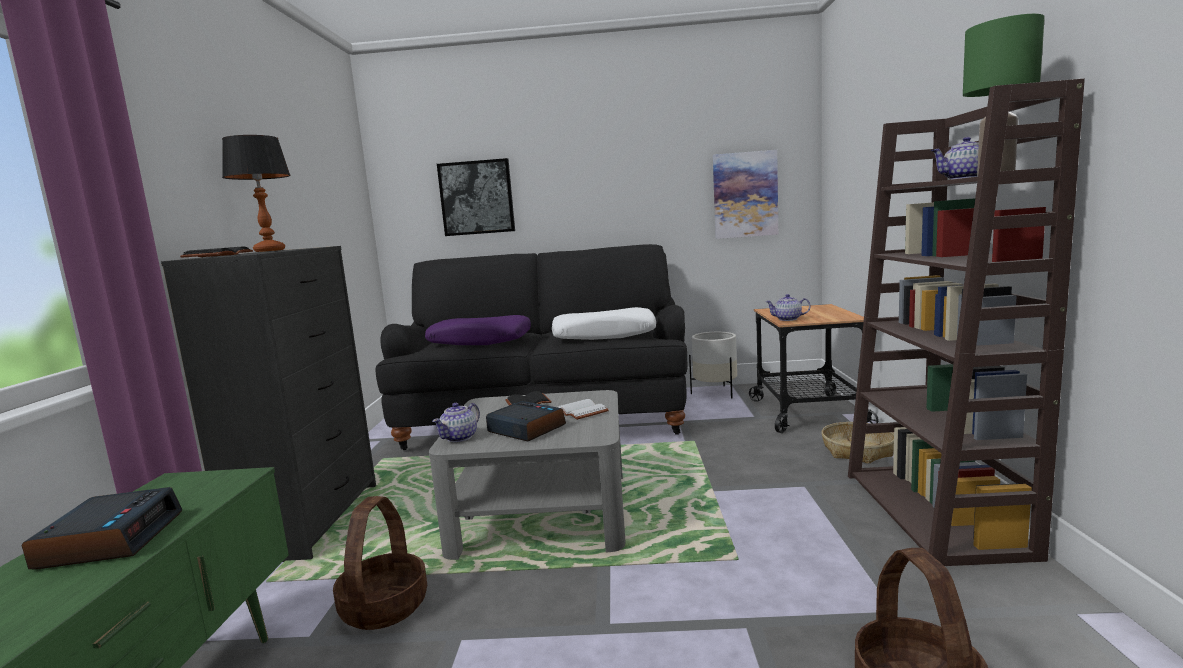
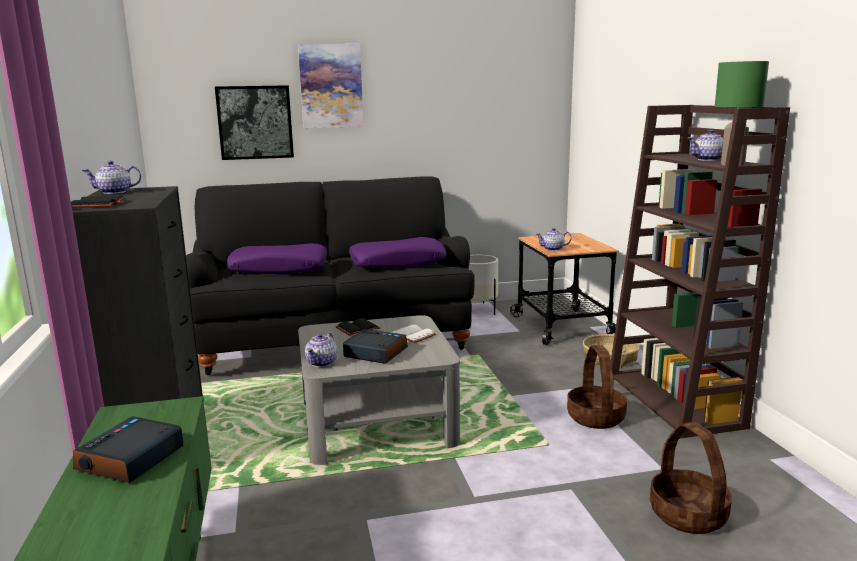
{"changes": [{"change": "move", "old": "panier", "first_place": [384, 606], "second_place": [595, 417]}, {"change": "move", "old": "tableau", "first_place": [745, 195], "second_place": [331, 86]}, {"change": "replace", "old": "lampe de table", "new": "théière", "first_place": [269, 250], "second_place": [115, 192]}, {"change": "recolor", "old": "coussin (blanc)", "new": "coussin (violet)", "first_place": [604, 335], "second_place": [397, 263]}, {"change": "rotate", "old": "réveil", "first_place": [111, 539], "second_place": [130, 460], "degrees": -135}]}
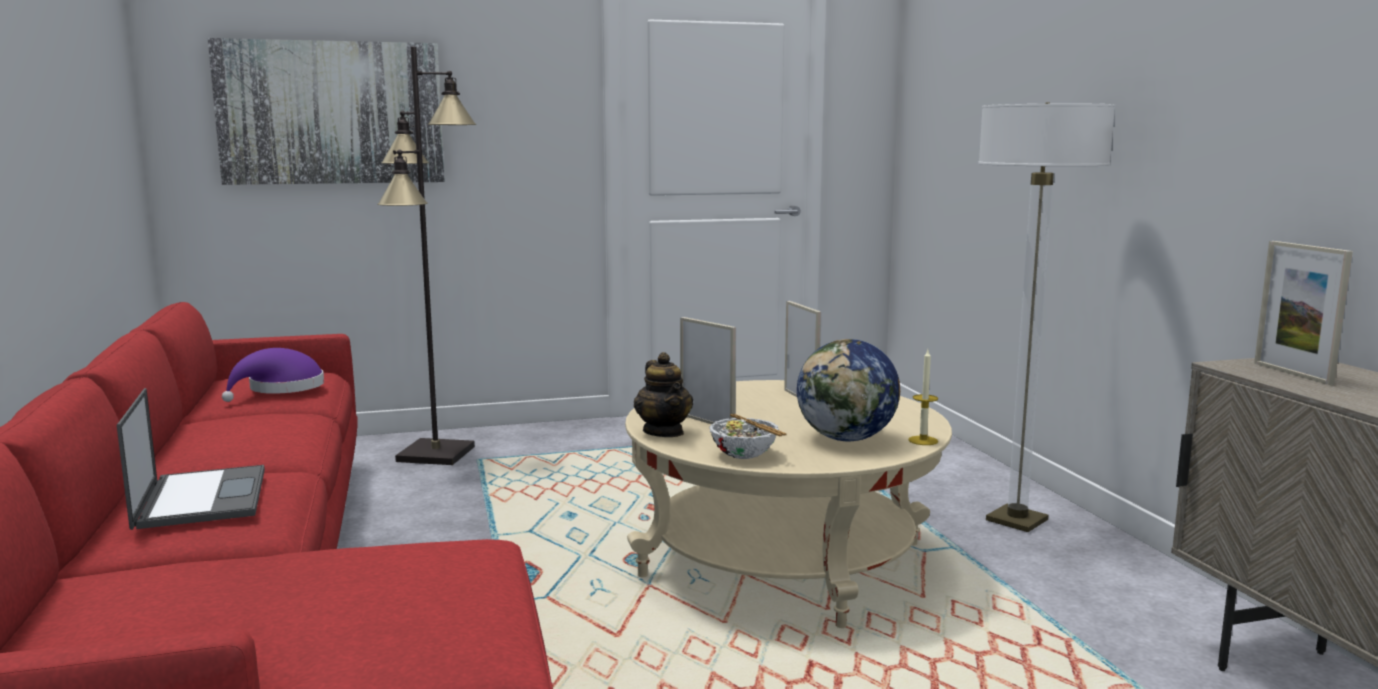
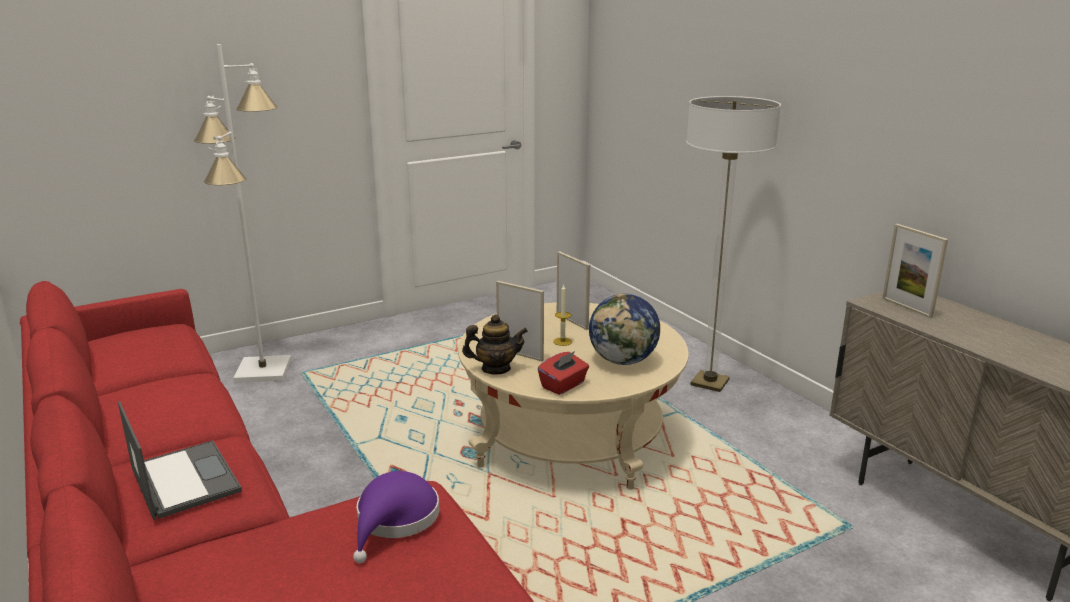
{"changes": [{"change": "delete", "old": "tableau", "first_place": [331, 113]}, {"change": "move", "old": "chapeau (violet)", "first_place": [281, 389], "second_place": [395, 520]}, {"change": "move", "old": "bougie", "first_place": [923, 440], "second_place": [562, 341]}, {"change": "replace", "old": "bol", "new": "boîte à mouchoirs (rouge)", "first_place": [744, 454], "second_place": [563, 385]}, {"change": "recolor", "old": "lampadaire (noir)", "new": "lampadaire (blanc)", "first_place": [436, 454], "second_place": [264, 371]}, {"change": "rotate", "old": "théière", "first_place": [664, 432], "second_place": [495, 369], "degrees": -60}]}
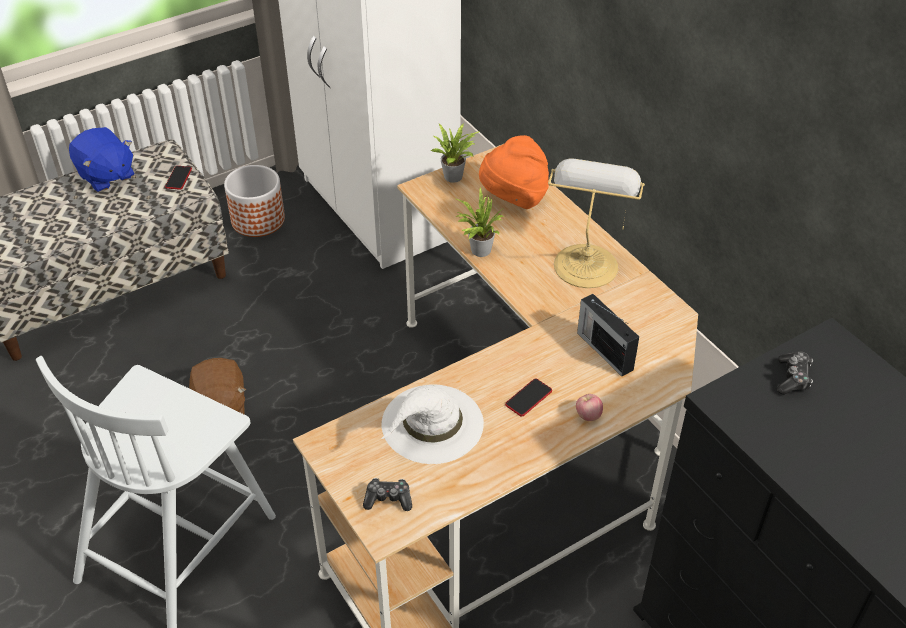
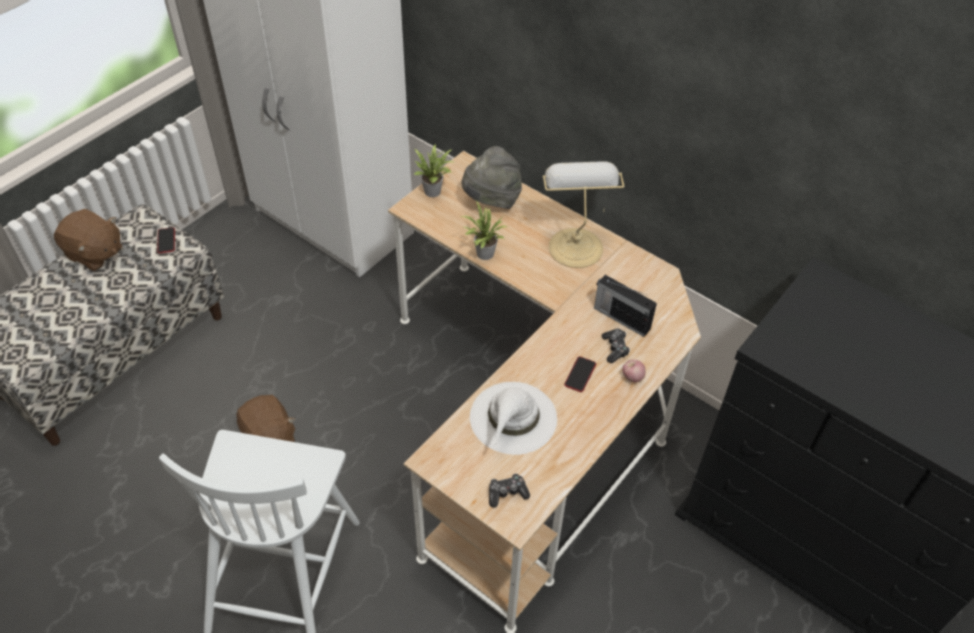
{"changes": [{"change": "delete", "old": "cache-pot", "first_place": [258, 220]}, {"change": "move", "old": "manette", "first_place": [793, 378], "second_place": [615, 348]}, {"change": "recolor", "old": "peluche (bleu)", "new": "peluche (marron)", "first_place": [106, 176], "second_place": [94, 254]}, {"change": "recolor", "old": "chapeau (orange)", "new": "chapeau (gris)", "first_place": [513, 198], "second_place": [491, 200]}]}
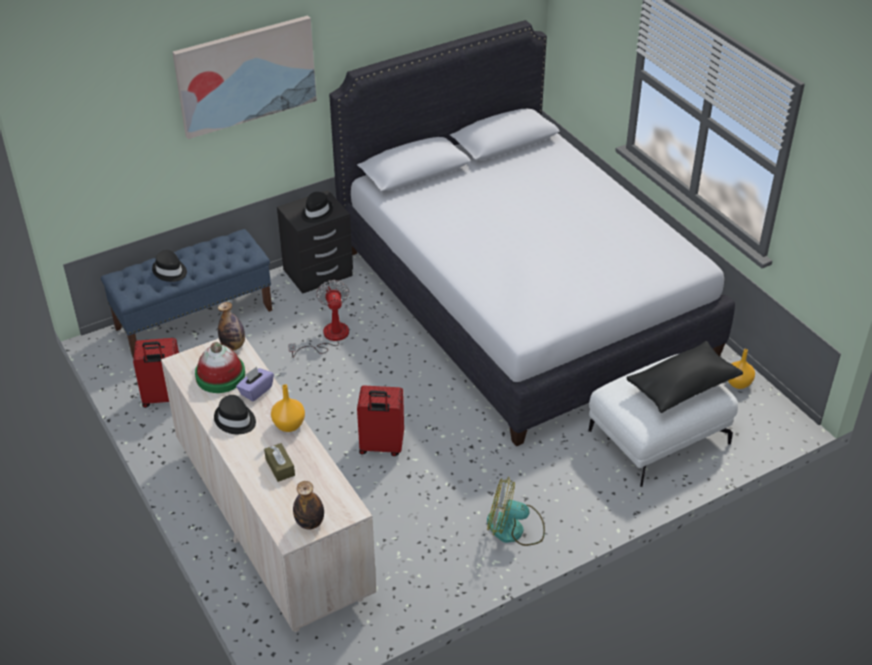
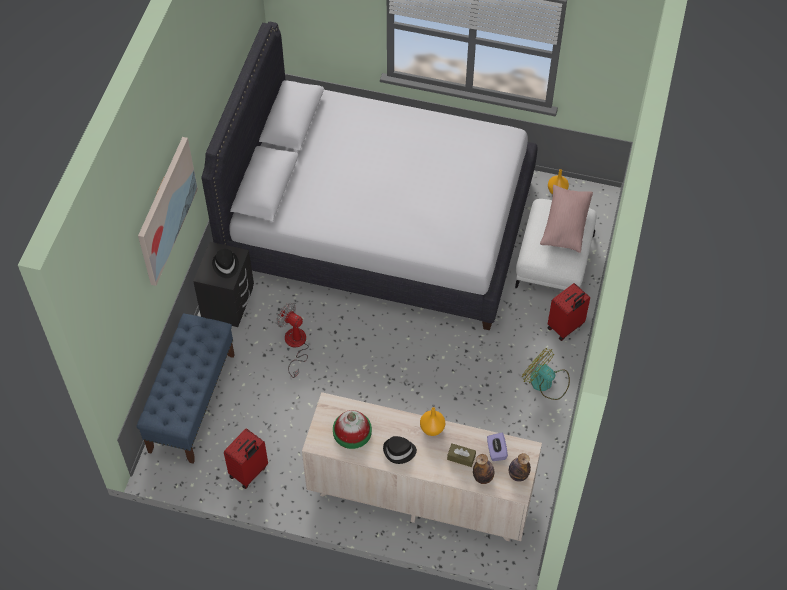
{"changes": [{"change": "delete", "old": "chapeau (noir)", "first_place": [170, 271]}, {"change": "move", "old": "bouteille", "first_place": [233, 346], "second_place": [483, 477]}, {"change": "move", "old": "boîte à mouchoirs (violet)", "first_place": [256, 391], "second_place": [496, 451]}, {"change": "move", "old": "valise (rouge)", "first_place": [381, 447], "second_place": [565, 327]}, {"change": "recolor", "old": "coussin (noir)", "new": "coussin (rose)", "first_place": [682, 387], "second_place": [565, 225]}, {"change": "rotate", "old": "ventilateur", "first_place": [514, 529], "second_place": [546, 382], "degrees": 75}]}
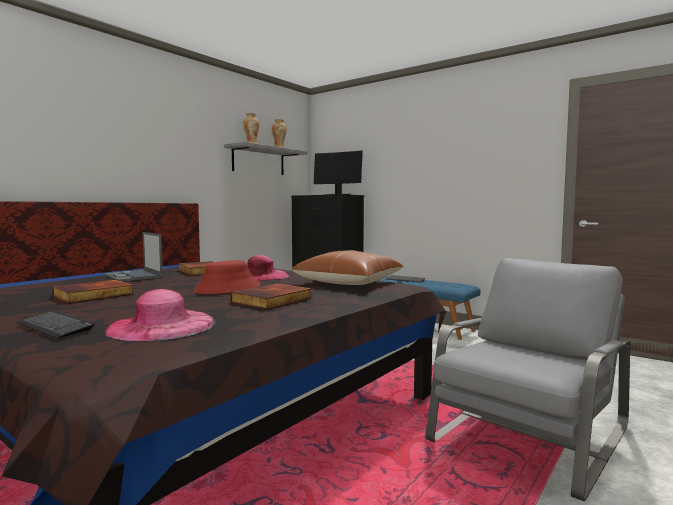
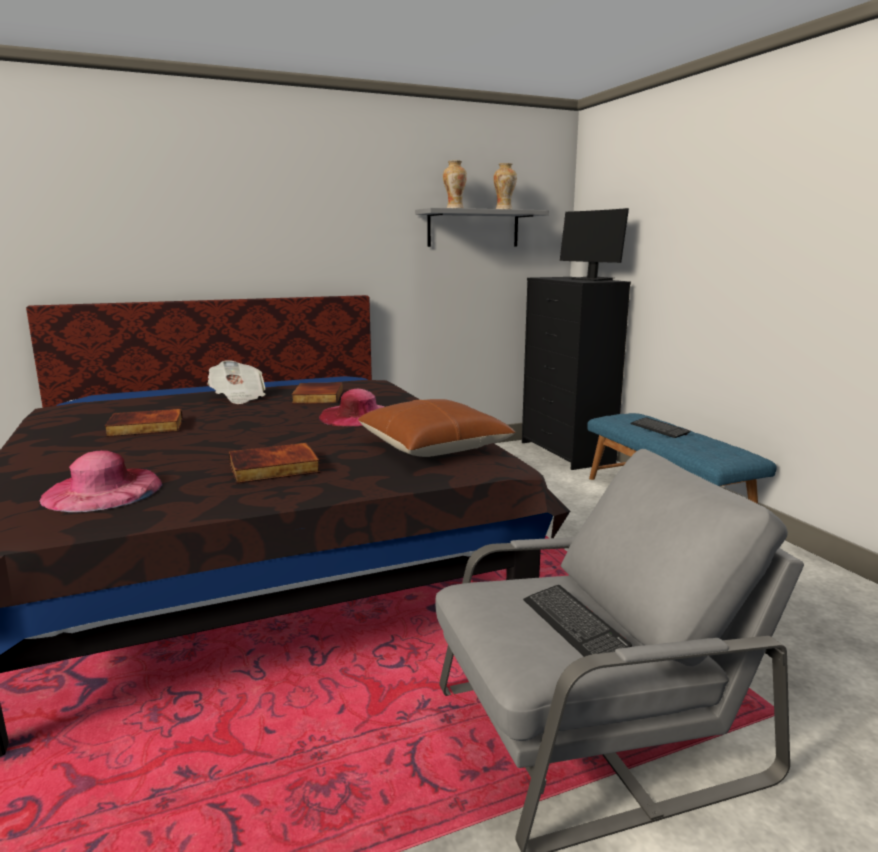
{"changes": [{"change": "delete", "old": "chapeau (rouge)", "first_place": [228, 289]}, {"change": "move", "old": "clavier", "first_place": [55, 326], "second_place": [574, 624]}, {"change": "replace", "old": "ordinateur portable", "new": "journal", "first_place": [133, 276], "second_place": [238, 397]}]}
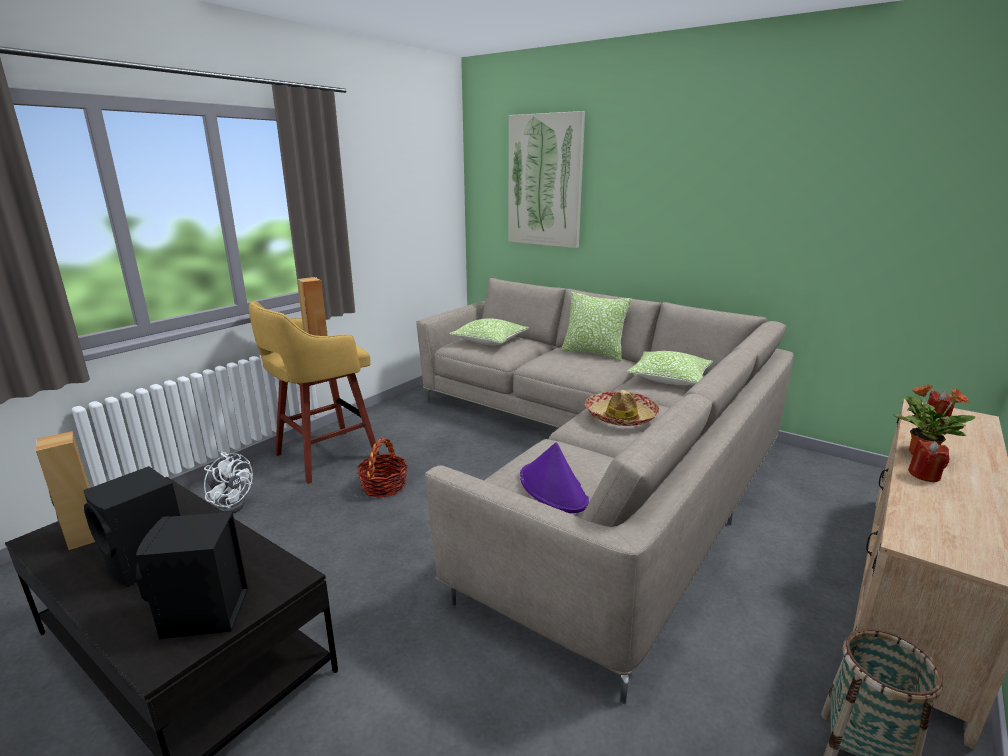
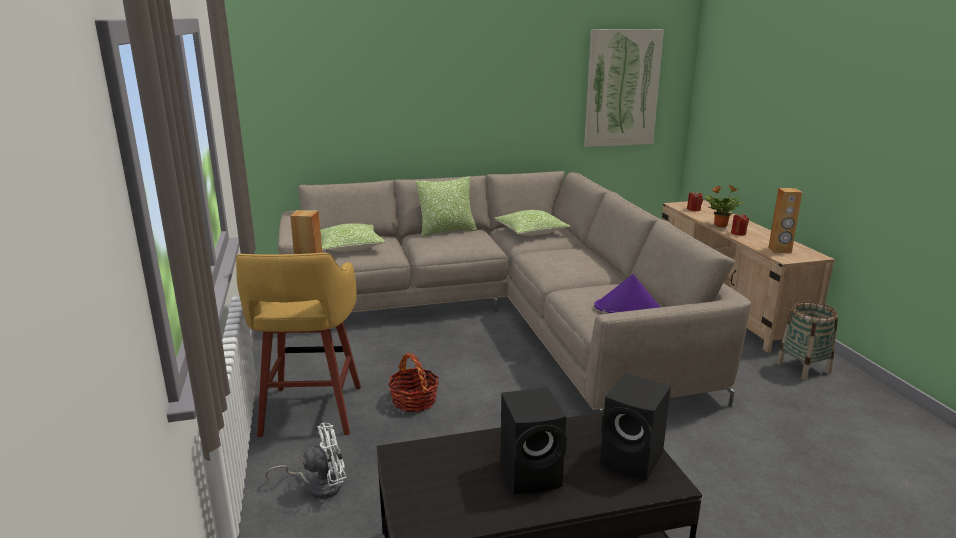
{"changes": [{"change": "delete", "old": "chapeau", "first_place": [621, 417]}, {"change": "move", "old": "enceinte (marron)", "first_place": [84, 537], "second_place": [780, 250]}, {"change": "move", "old": "tableau", "first_place": [545, 181], "second_place": [622, 88]}]}
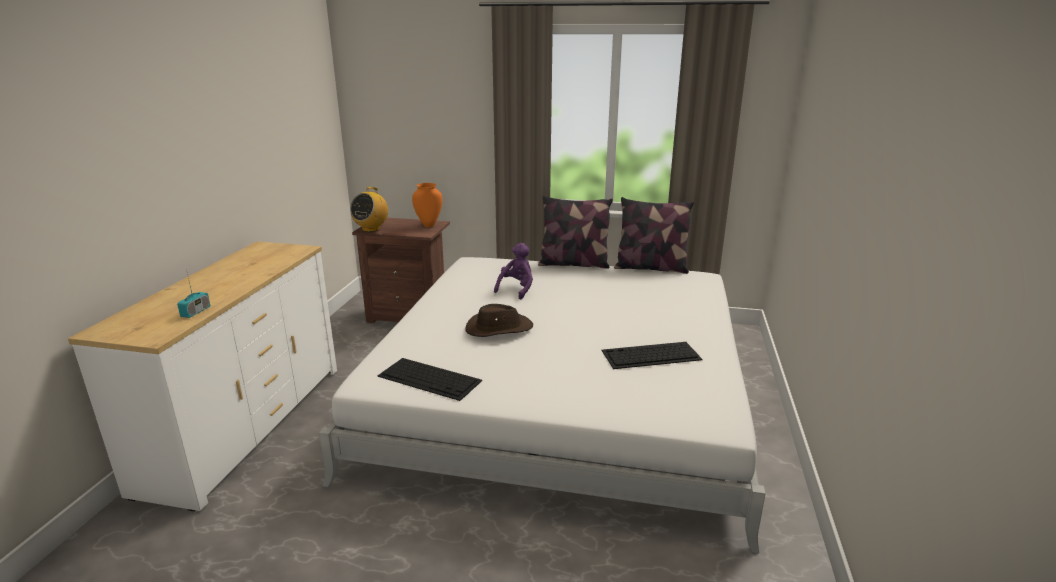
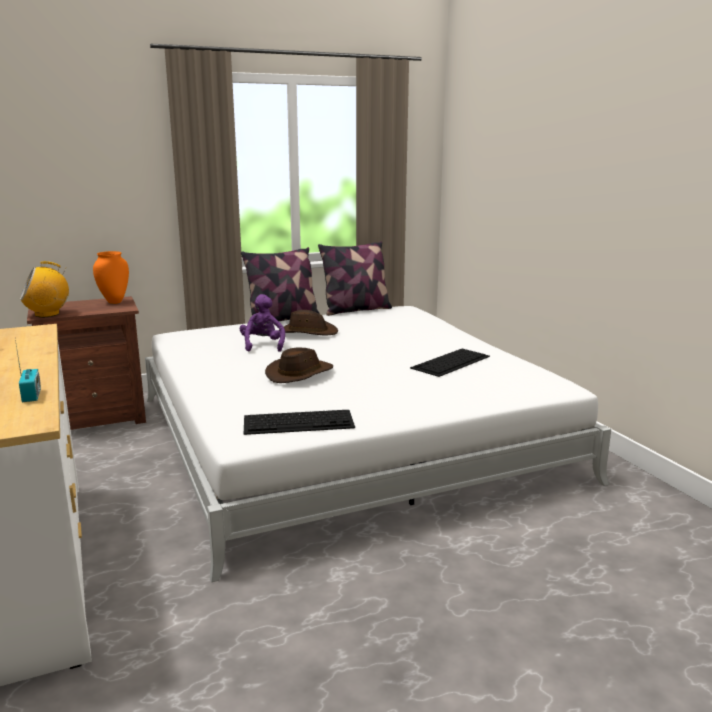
{"changes": [{"change": "insert", "new": "chapeau (marron)", "second_place": [308, 332]}, {"change": "rotate", "old": "radio", "first_place": [371, 229], "second_place": [47, 314], "degrees": 75}]}
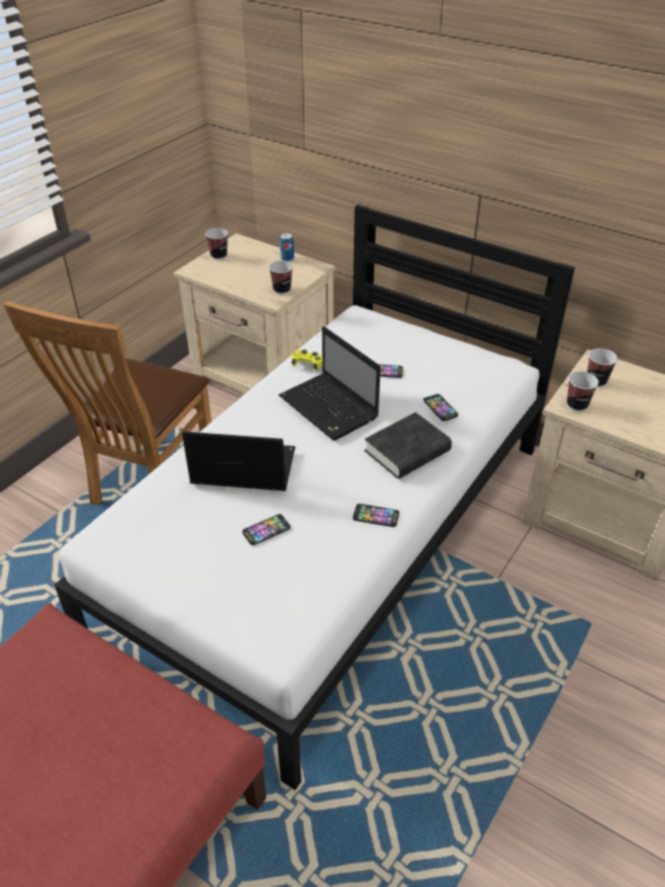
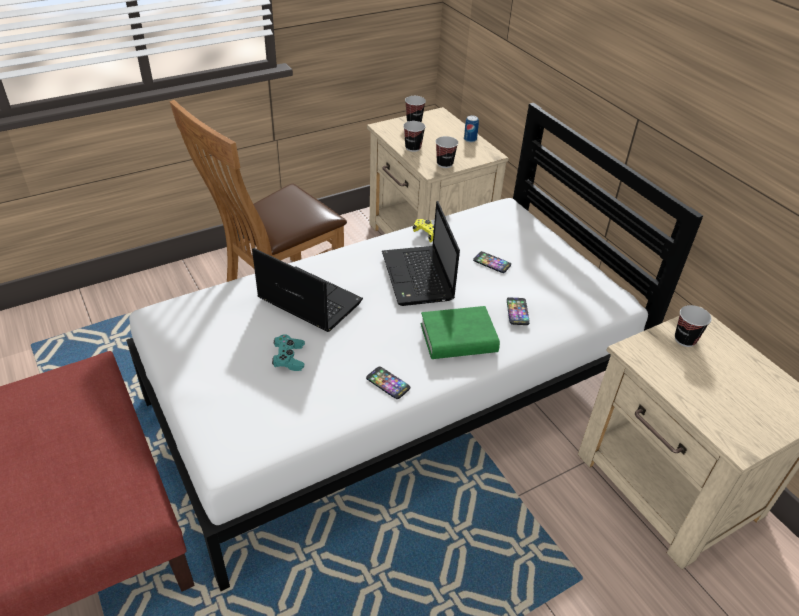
{"changes": [{"change": "move", "old": "tasse", "first_place": [577, 405], "second_place": [413, 148]}, {"change": "replace", "old": "téléphone", "new": "manette (turquoise)", "first_place": [266, 530], "second_place": [289, 358]}, {"change": "recolor", "old": "livre (noir)", "new": "livre (vert)", "first_place": [407, 451], "second_place": [458, 338]}]}
